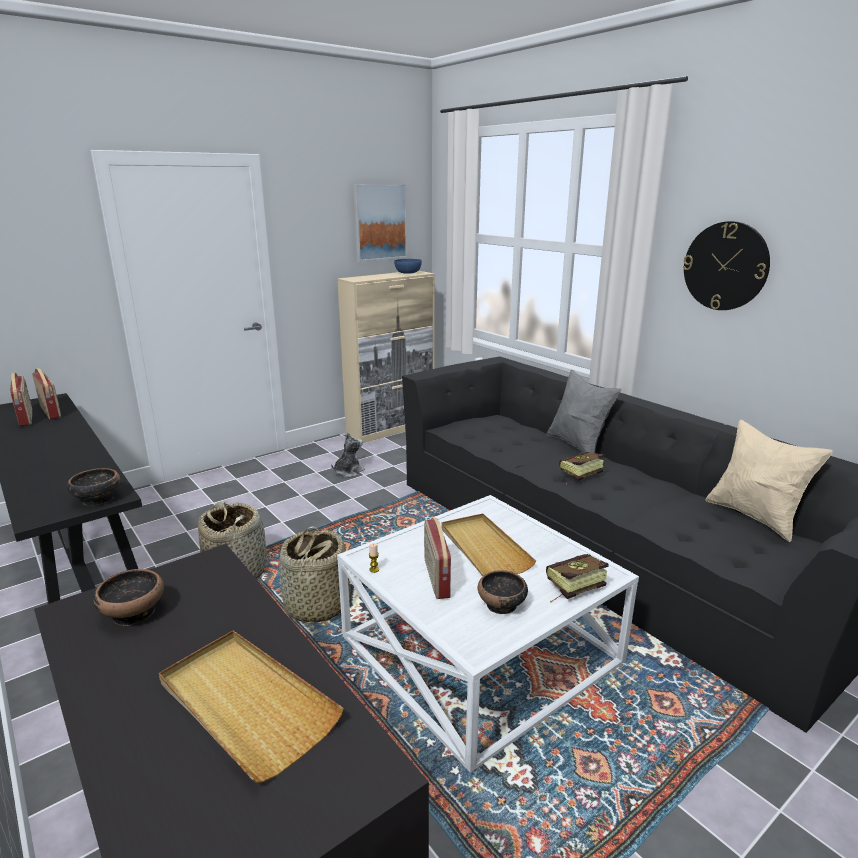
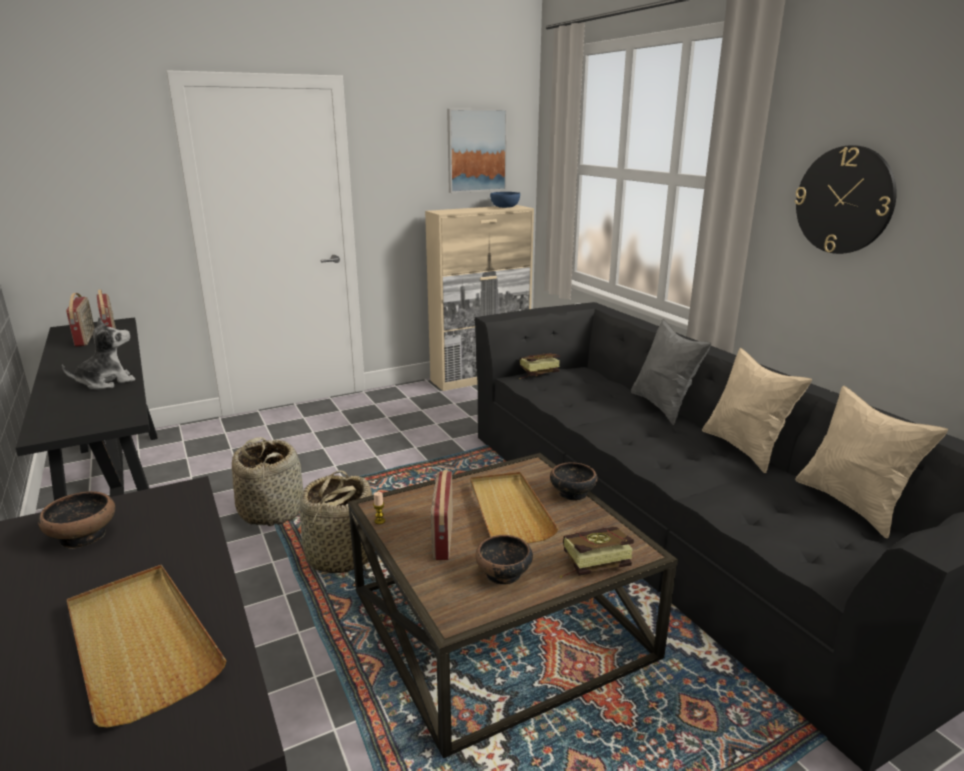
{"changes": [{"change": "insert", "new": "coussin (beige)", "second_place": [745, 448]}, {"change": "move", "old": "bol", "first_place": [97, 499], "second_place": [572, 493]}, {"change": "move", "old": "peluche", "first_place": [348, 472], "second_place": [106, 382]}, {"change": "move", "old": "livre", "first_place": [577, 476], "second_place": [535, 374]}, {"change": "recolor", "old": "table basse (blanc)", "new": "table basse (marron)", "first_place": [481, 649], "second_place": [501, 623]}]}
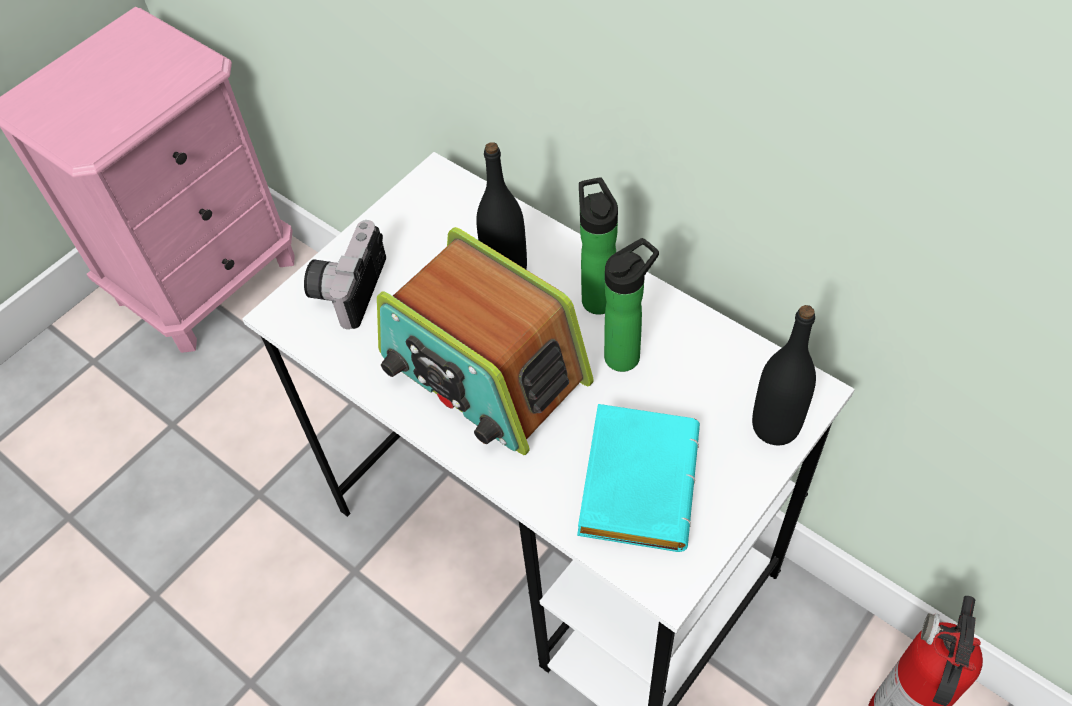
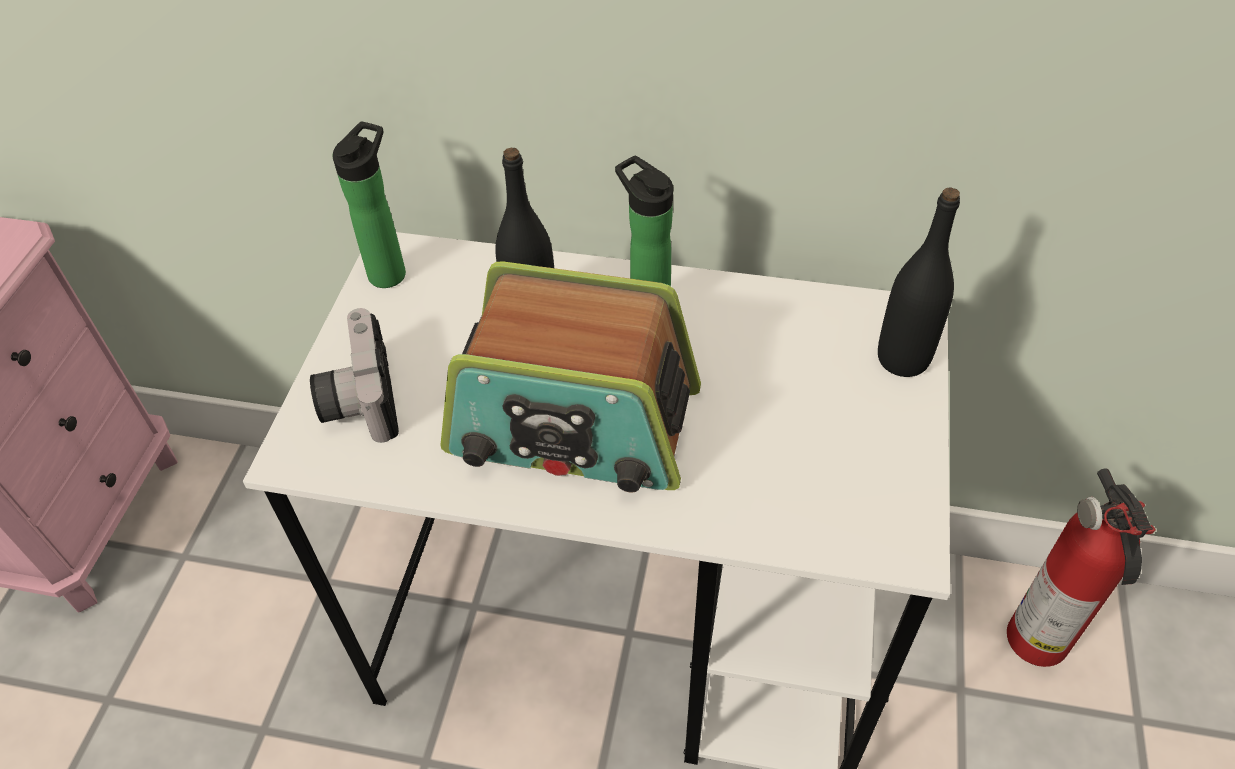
{"changes": [{"change": "delete", "old": "livre (turquoise)", "first_place": [634, 479]}, {"change": "move", "old": "bouteille", "first_place": [626, 354], "second_place": [390, 271]}]}
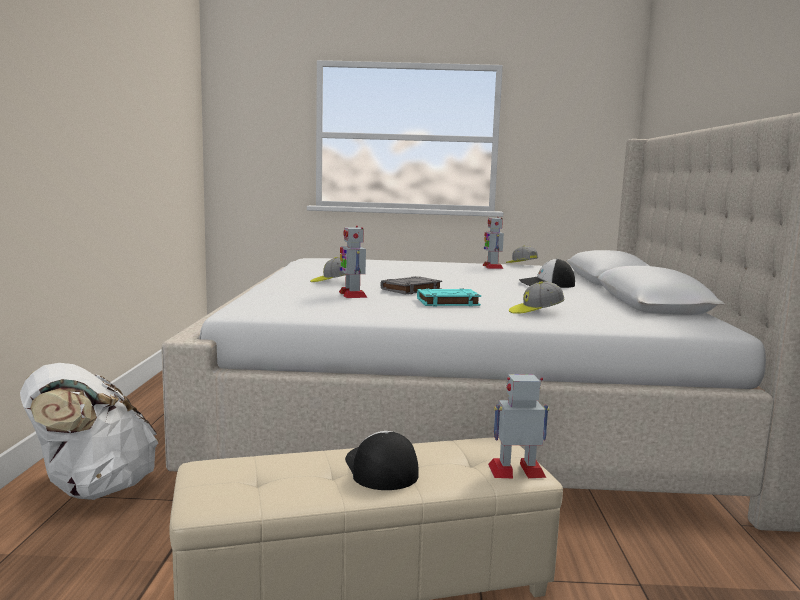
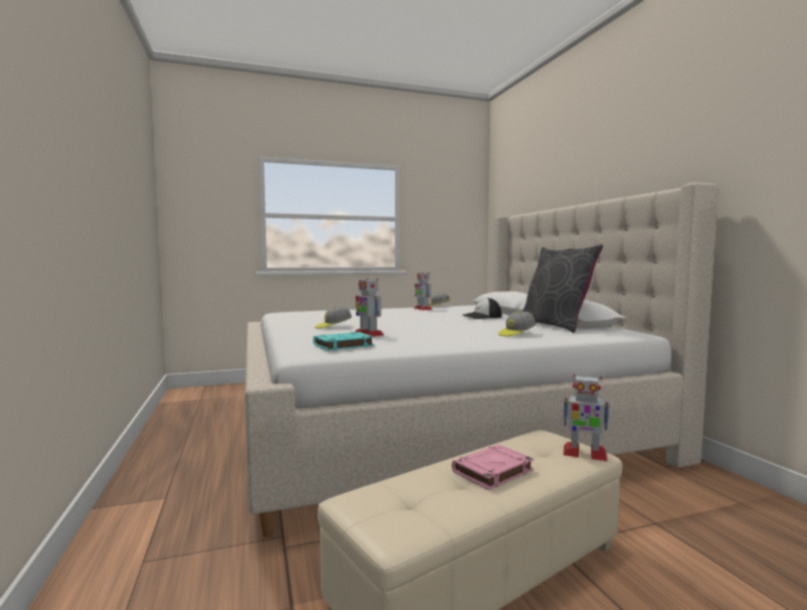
{"changes": [{"change": "delete", "old": "sac à dos (blanc)", "first_place": [92, 488]}, {"change": "delete", "old": "livre (gris)", "first_place": [411, 290]}, {"change": "insert", "new": "coussin (gris)", "second_place": [555, 326]}, {"change": "move", "old": "livre (turquoise)", "first_place": [447, 302], "second_place": [343, 345]}, {"change": "replace", "old": "casquette", "new": "livre (rose)", "first_place": [380, 468], "second_place": [492, 471]}, {"change": "rotate", "old": "robot jouet", "first_place": [517, 471], "second_place": [584, 453], "degrees": -135}]}
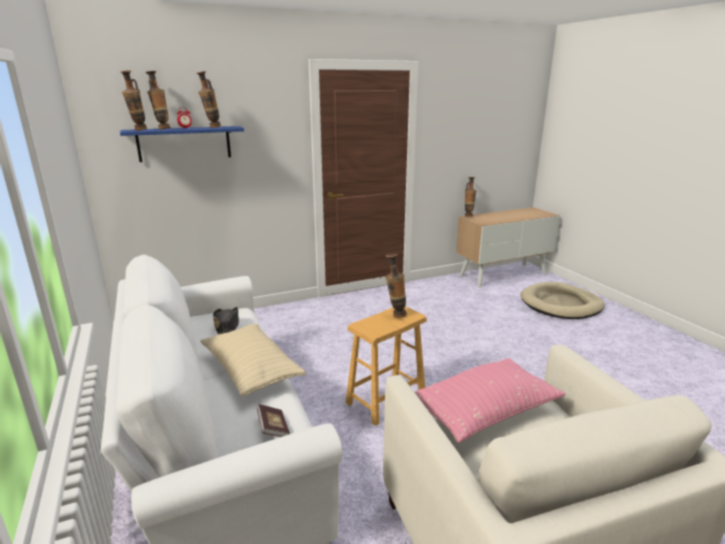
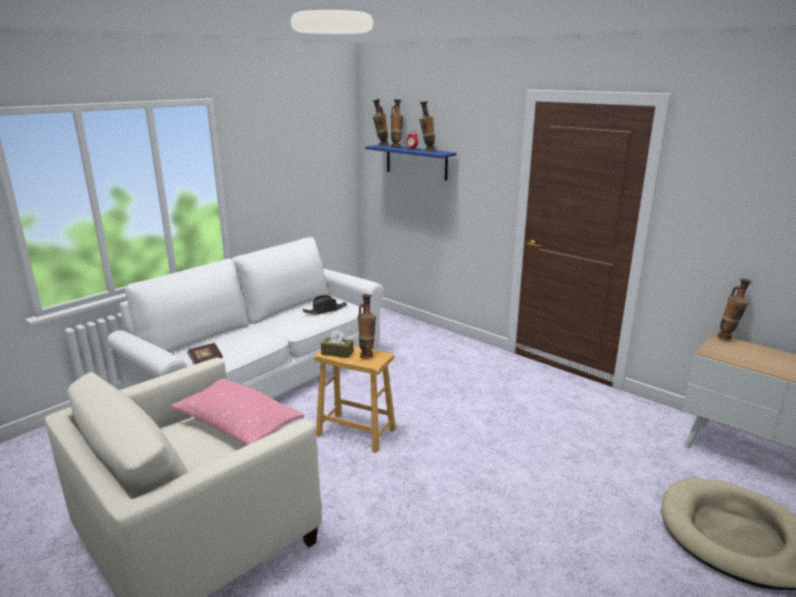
{"changes": [{"change": "delete", "old": "coussin (beige)", "first_place": [251, 370]}, {"change": "insert", "new": "boîte à mouchoirs (marron)", "second_place": [337, 353]}]}
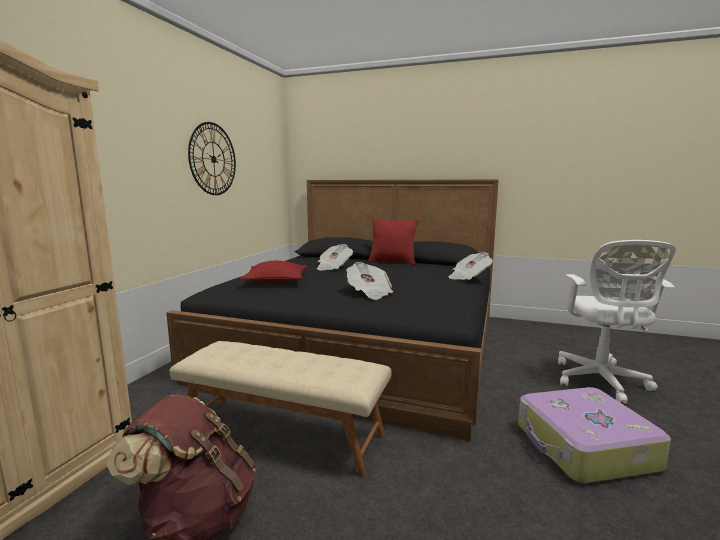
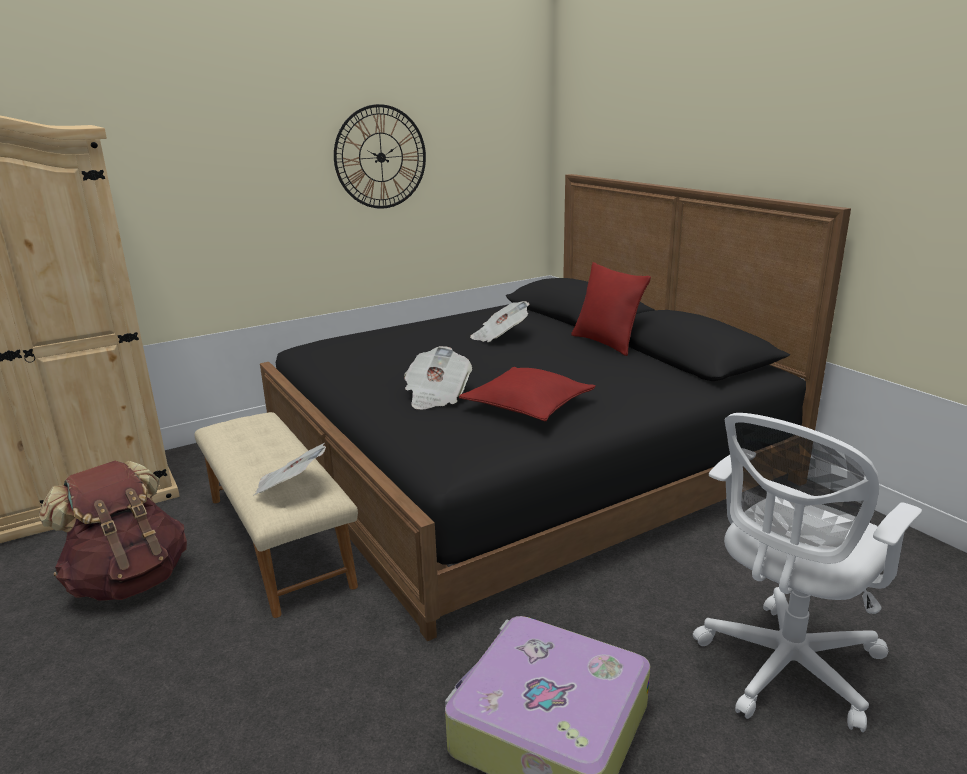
{"changes": [{"change": "move", "old": "coussin (rouge)", "first_place": [275, 281], "second_place": [528, 406]}, {"change": "move", "old": "journal", "first_place": [468, 277], "second_place": [291, 487]}]}
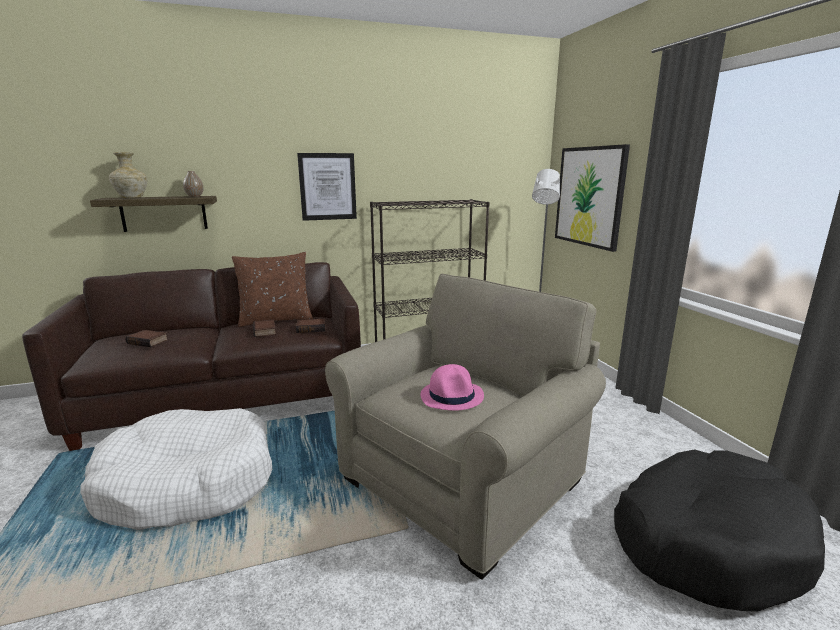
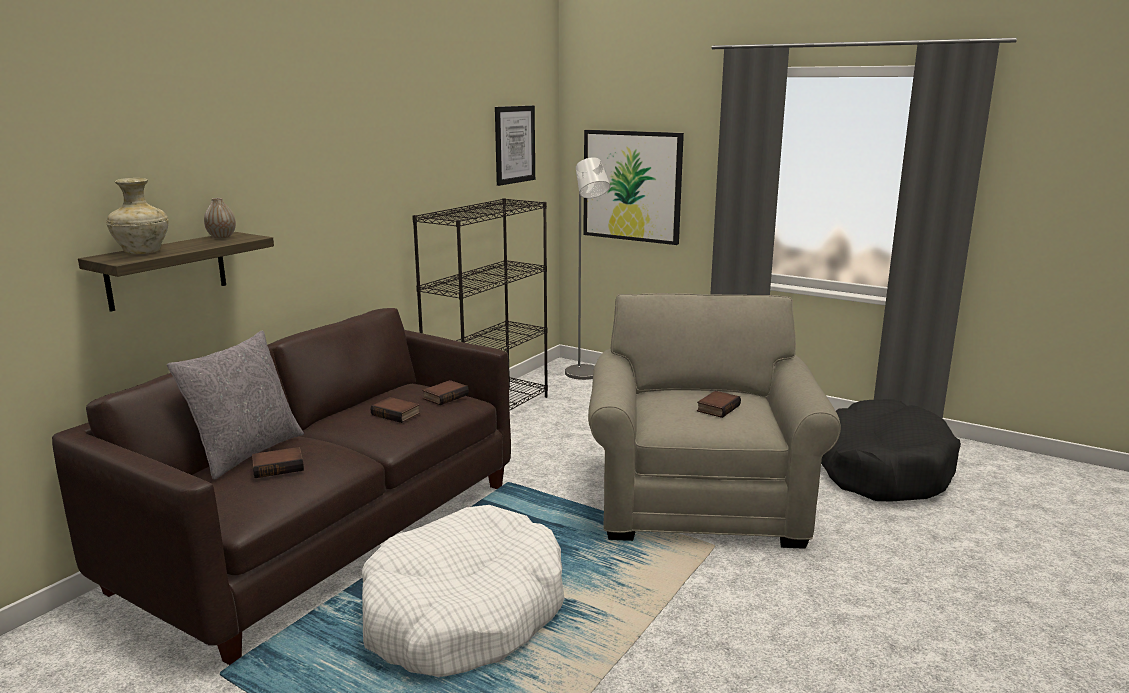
{"changes": [{"change": "delete", "old": "coussin (marron)", "first_place": [276, 320]}, {"change": "insert", "new": "coussin (gris)", "second_place": [246, 452]}, {"change": "move", "old": "tableau", "first_place": [327, 186], "second_place": [514, 144]}, {"change": "replace", "old": "chapeau (rose)", "new": "livre", "first_place": [452, 396], "second_place": [717, 408]}]}
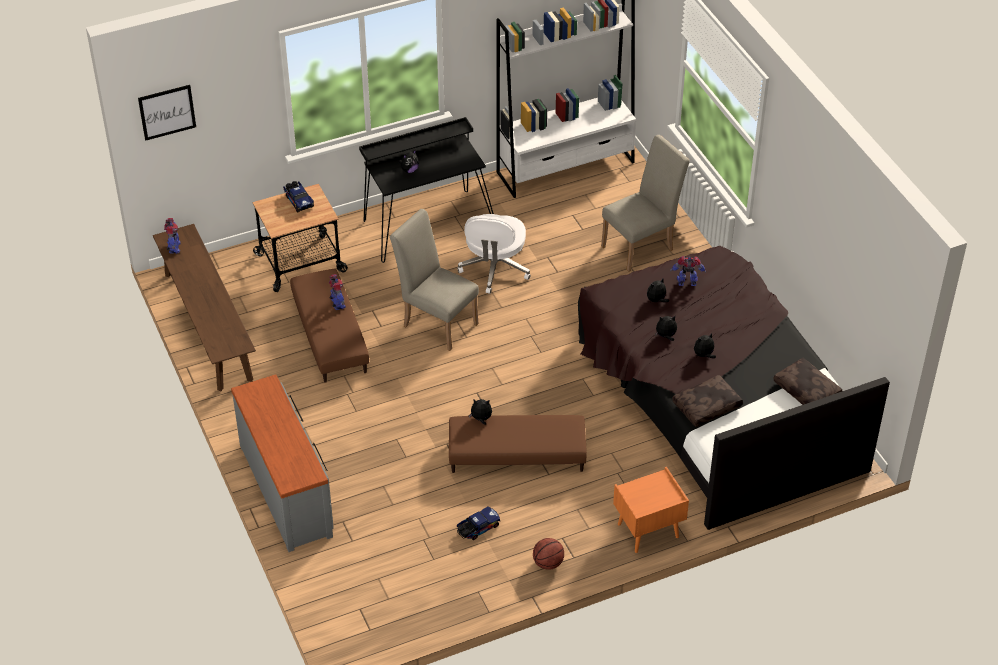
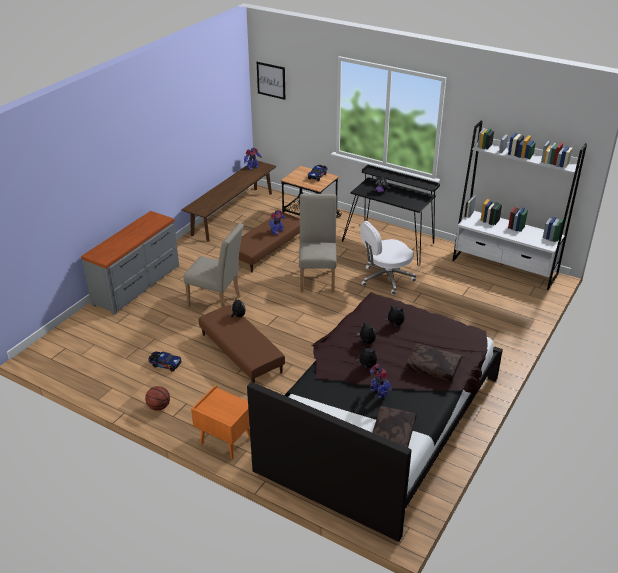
{"changes": [{"change": "move", "old": "chaise (beige)", "first_place": [642, 246], "second_place": [217, 302]}, {"change": "move", "old": "robot jouet", "first_place": [687, 283], "second_place": [378, 392]}, {"change": "move", "old": "coussin (marron)", "first_place": [707, 407], "second_place": [432, 367]}]}
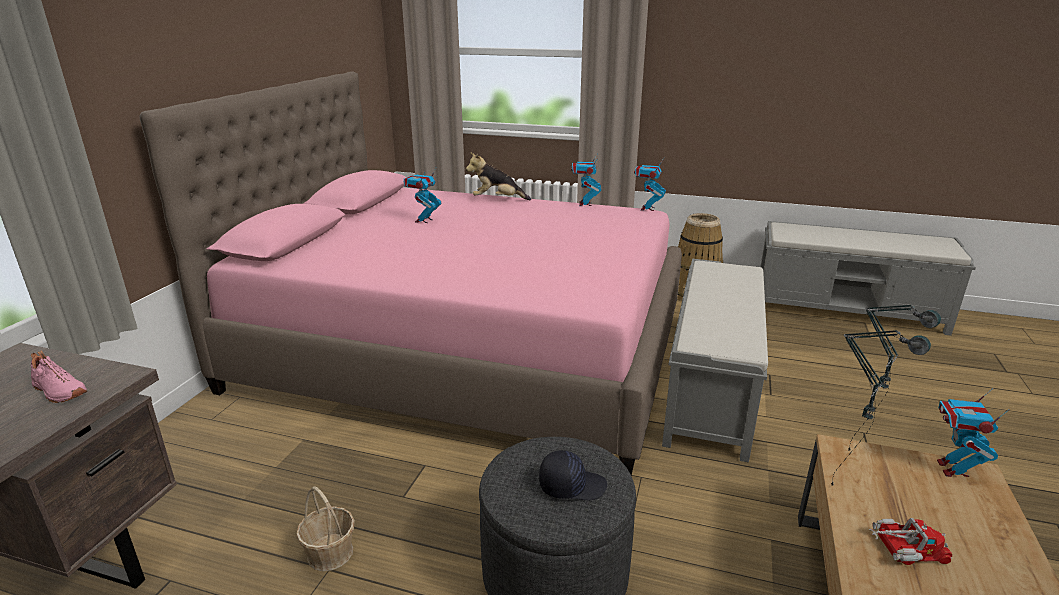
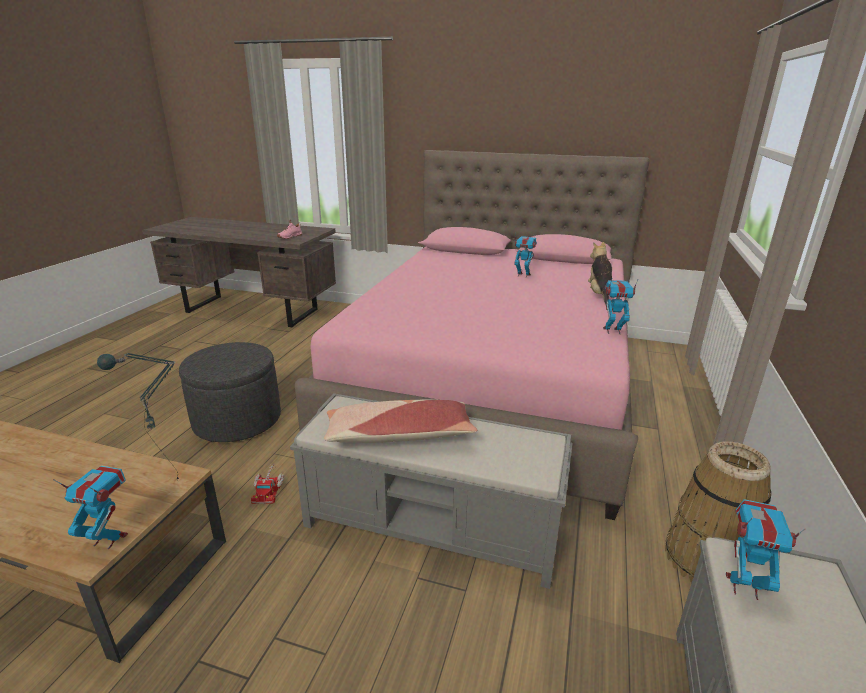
{"changes": [{"change": "delete", "old": "panier", "first_place": [330, 553]}, {"change": "delete", "old": "casquette (noir)", "first_place": [571, 485]}, {"change": "delete", "old": "lampe de table", "first_place": [845, 487]}, {"change": "insert", "new": "coussin", "second_place": [399, 435]}, {"change": "move", "old": "robot jouet", "first_place": [647, 208], "second_place": [743, 586]}, {"change": "move", "old": "camion jouet", "first_place": [902, 550], "second_place": [268, 490]}]}
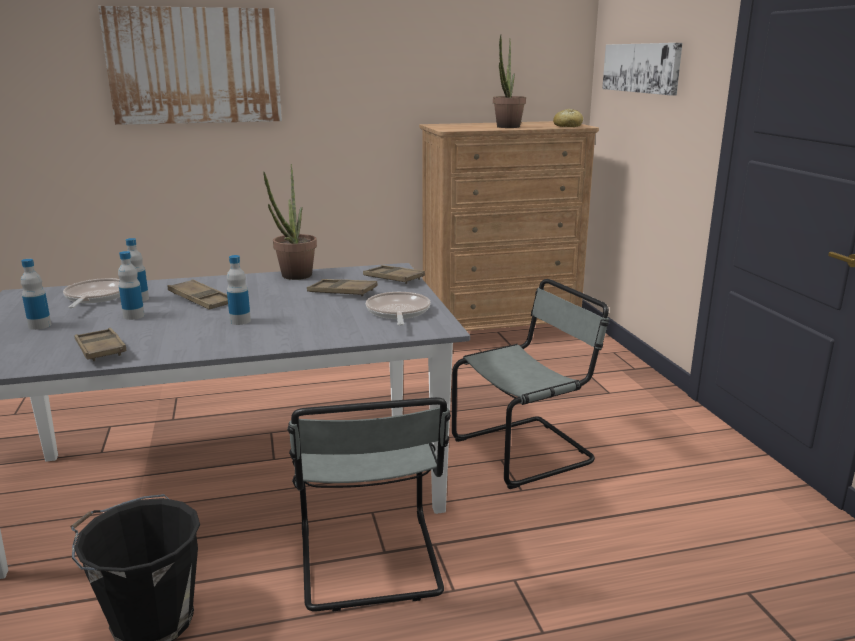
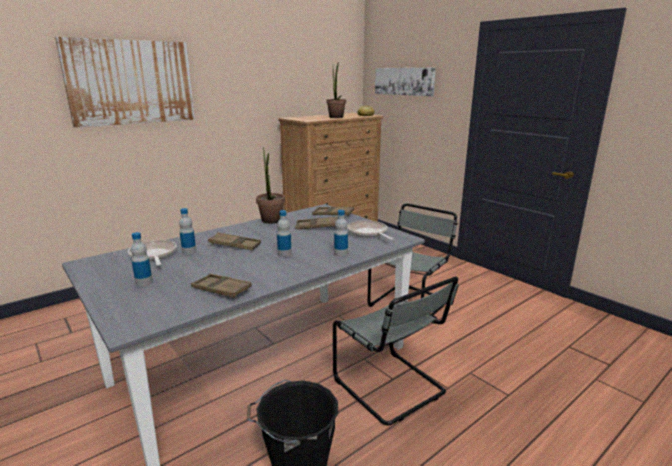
{"changes": [{"change": "move", "old": "bouteille", "first_place": [134, 316], "second_place": [341, 253]}]}
